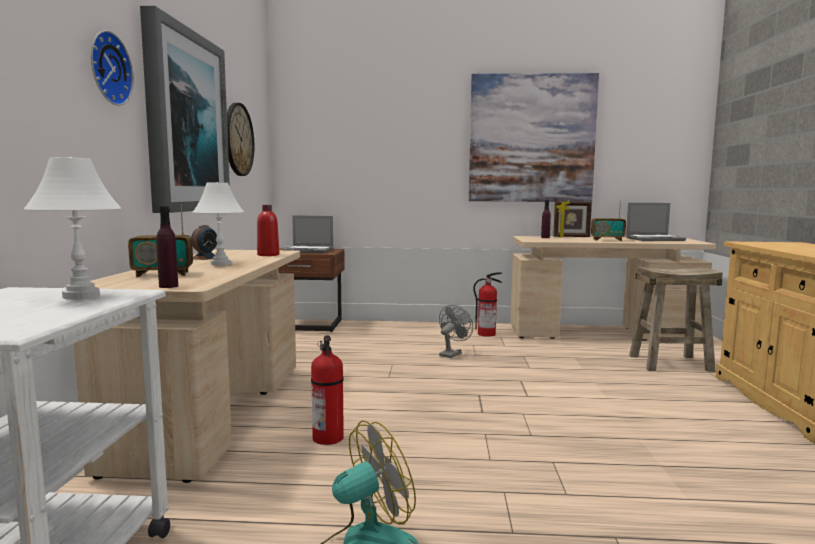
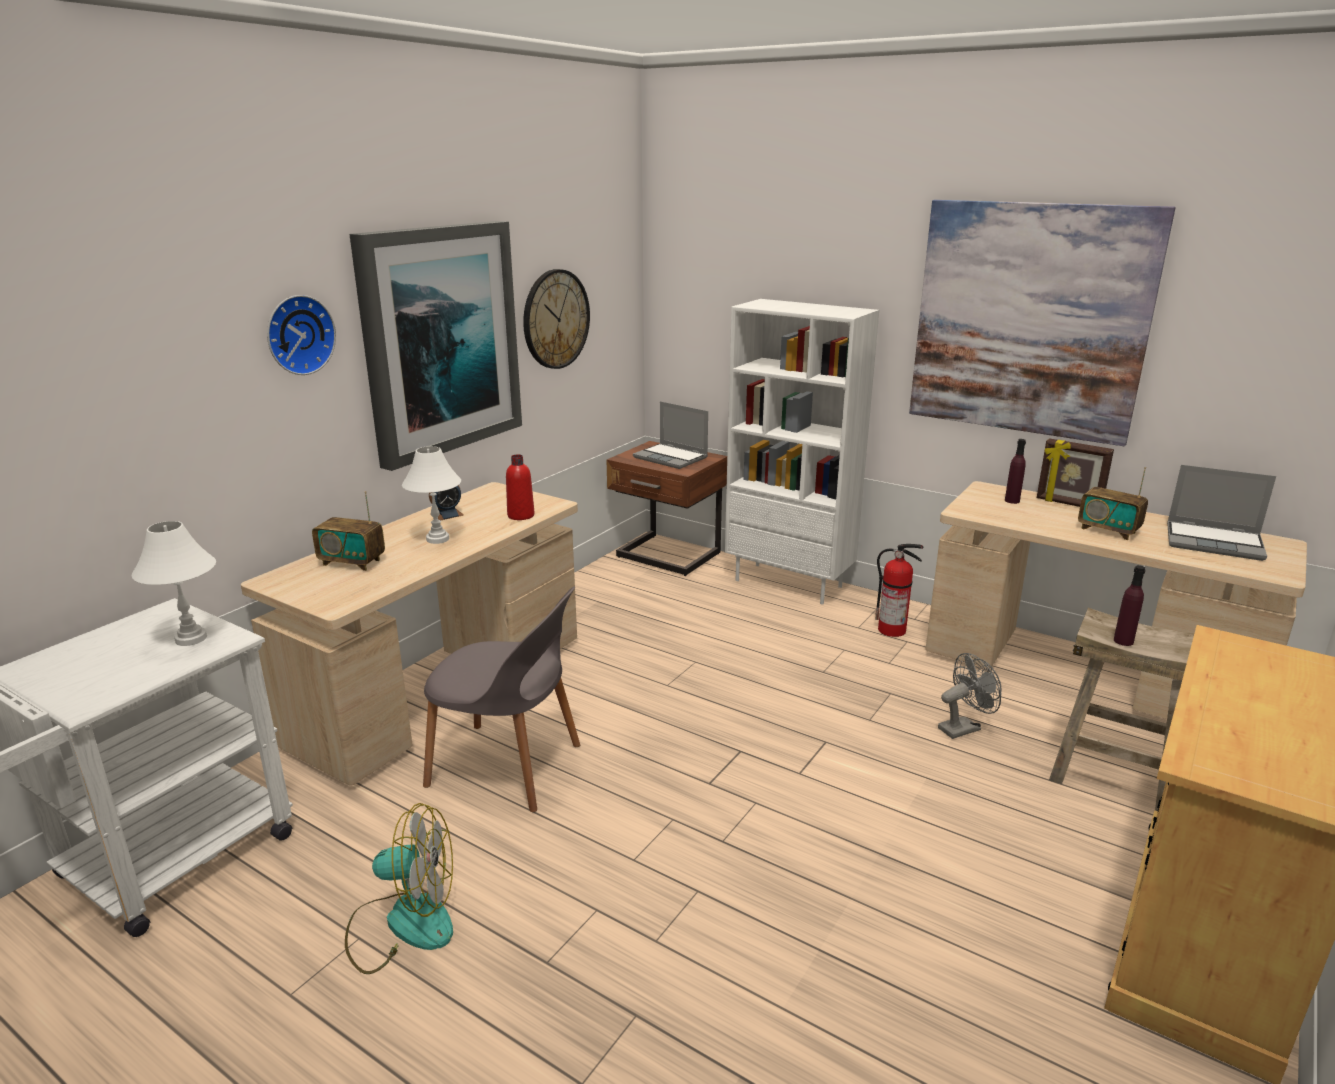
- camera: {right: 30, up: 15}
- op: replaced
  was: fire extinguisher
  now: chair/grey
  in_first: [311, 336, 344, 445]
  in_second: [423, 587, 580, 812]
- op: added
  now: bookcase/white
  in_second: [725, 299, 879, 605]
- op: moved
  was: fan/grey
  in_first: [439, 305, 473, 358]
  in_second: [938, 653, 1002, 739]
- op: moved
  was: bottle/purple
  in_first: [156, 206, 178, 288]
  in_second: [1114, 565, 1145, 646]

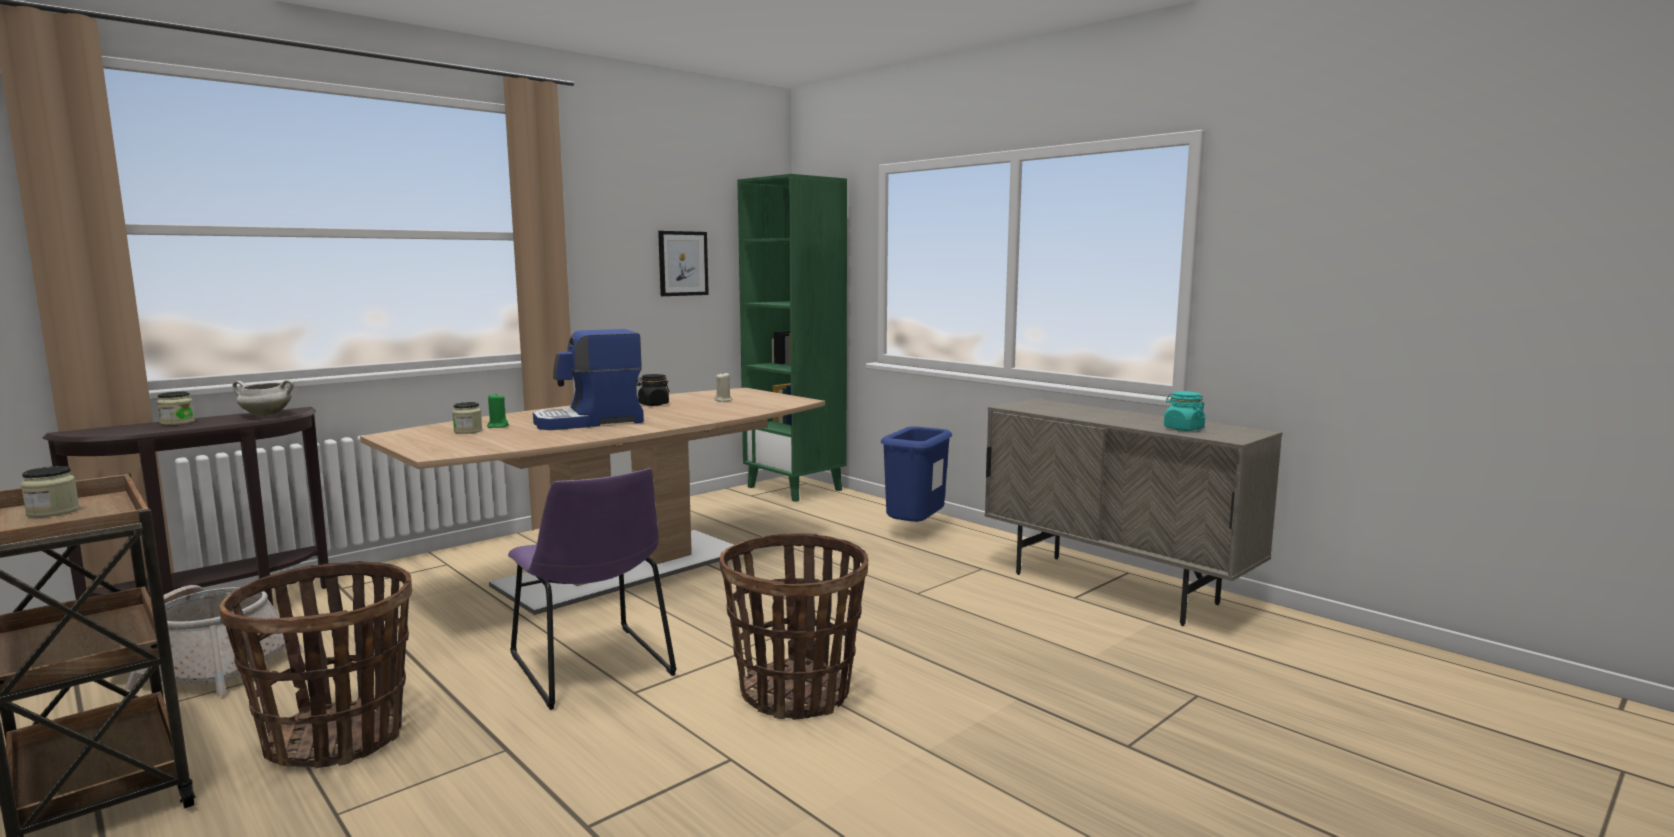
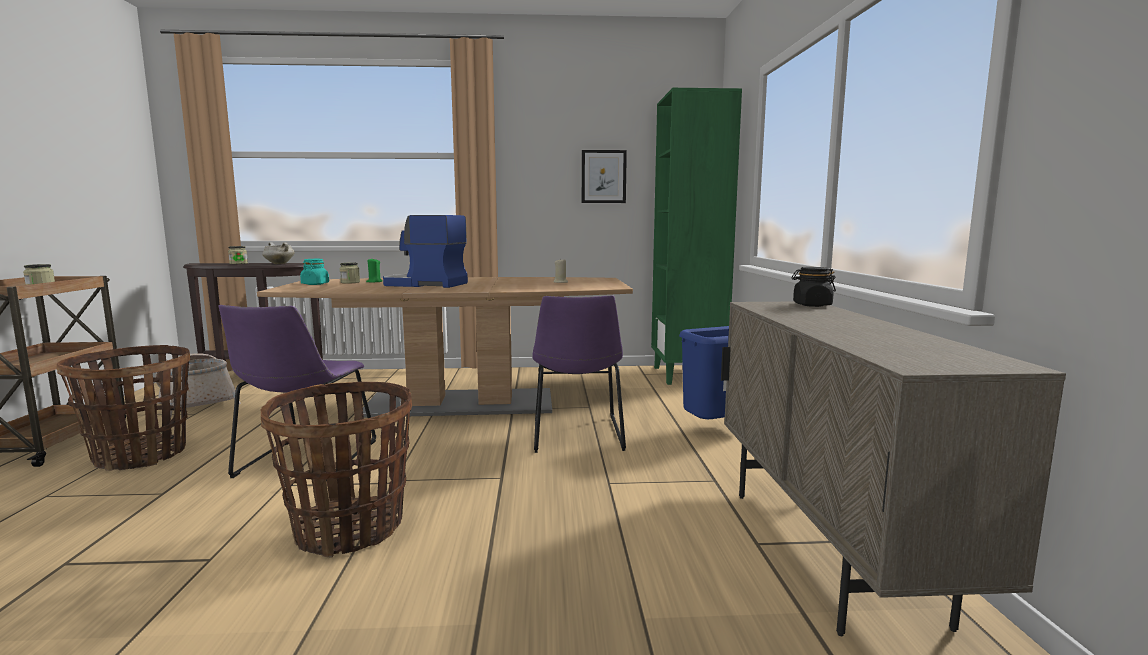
- camera: {right: 40, up: 0}
- op: moved
  was: jar/turquoise
  in_first: [1164, 391, 1205, 431]
  in_second: [300, 259, 329, 285]
- op: added
  now: chair/purple
  in_second: [533, 295, 626, 453]
- op: moved
  was: jar/black
  in_first: [637, 374, 670, 406]
  in_second: [791, 267, 836, 307]

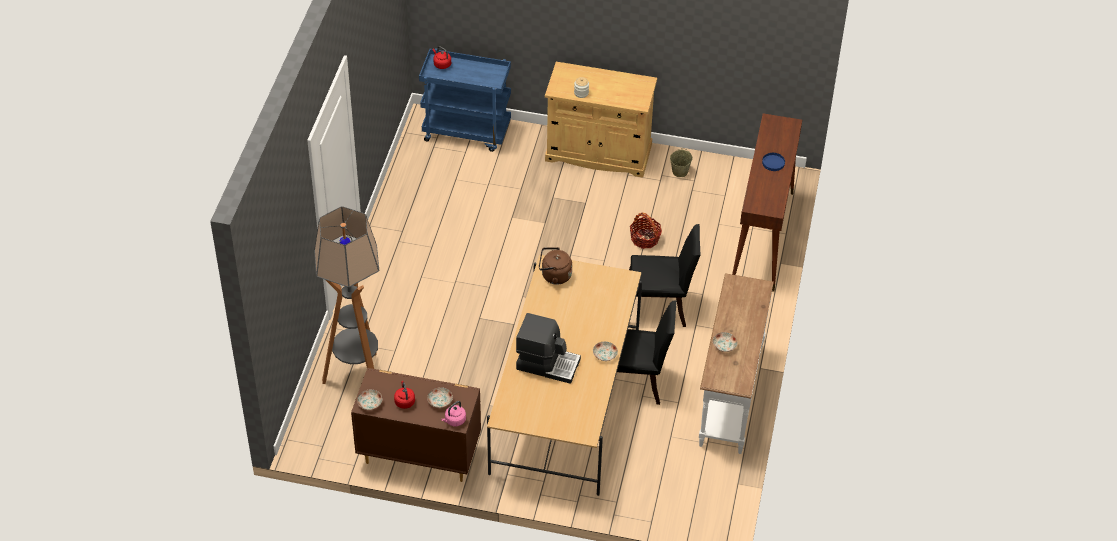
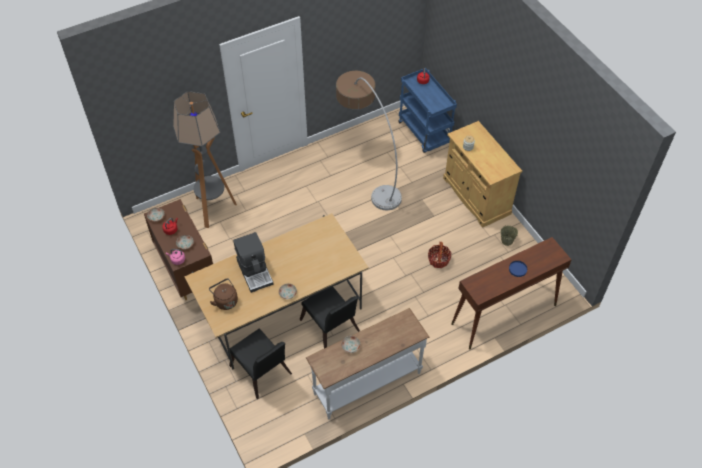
- camera: {right: 50, up: 5}
- op: moved
  was: kettle/brown
  in_first: [539, 247, 572, 285]
  in_second: [209, 278, 238, 310]
- op: moved
  was: chair/black
  in_first: [629, 224, 701, 327]
  in_second: [229, 328, 292, 399]
- op: added
  now: floor lamp
  in_second: [336, 71, 402, 210]

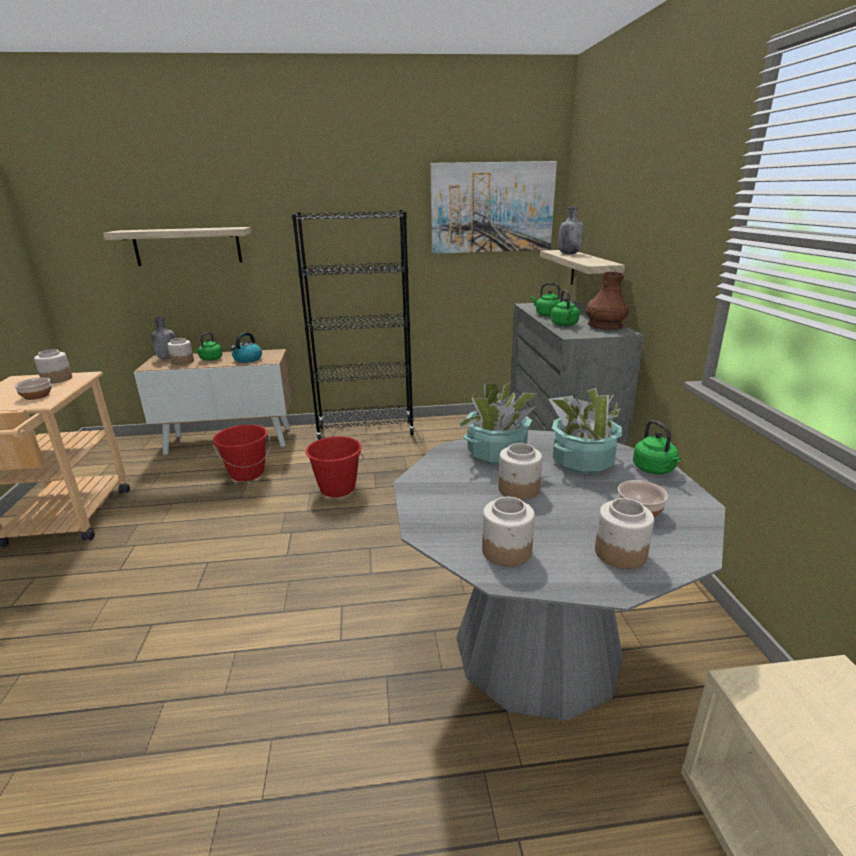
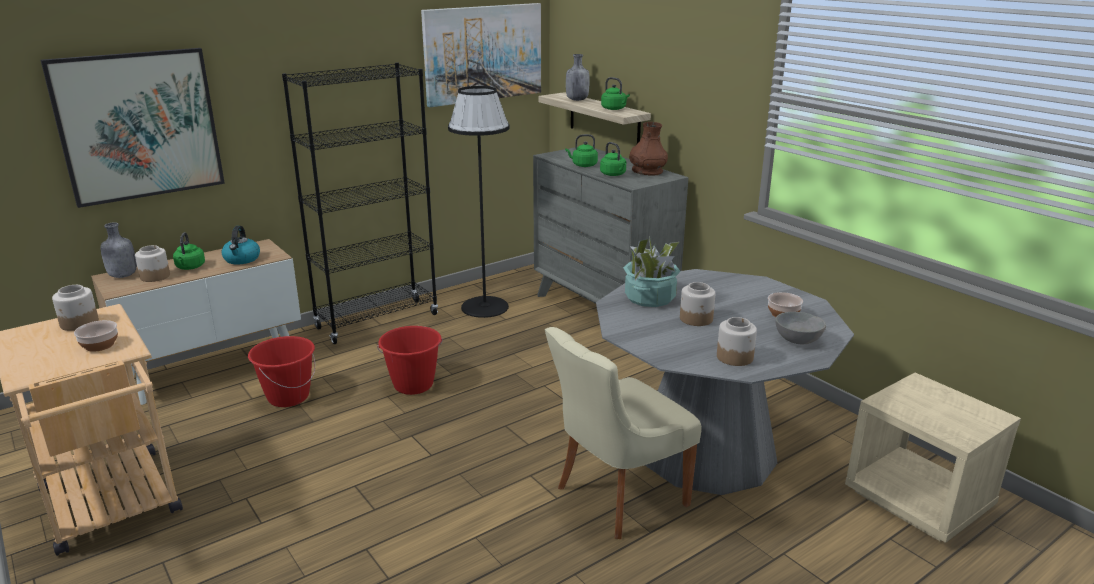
- camera: {right: -30, up: 0}
- op: replaced
  was: shelf
  now: picture
  in_first: [103, 227, 251, 266]
  in_second: [41, 48, 225, 208]
- op: added
  now: floor lamp/black
  in_second: [448, 86, 509, 318]
- op: added
  now: chair/beige
  in_second: [545, 327, 702, 539]
- op: moved
  was: kettle/green
  in_first: [633, 420, 681, 474]
  in_second: [601, 77, 630, 110]
- op: replaced
  was: jar
  now: bowl/grey
  in_first: [595, 498, 654, 569]
  in_second: [775, 312, 826, 344]
- op: removed
  was: potted plant
  in_first: [549, 388, 622, 474]

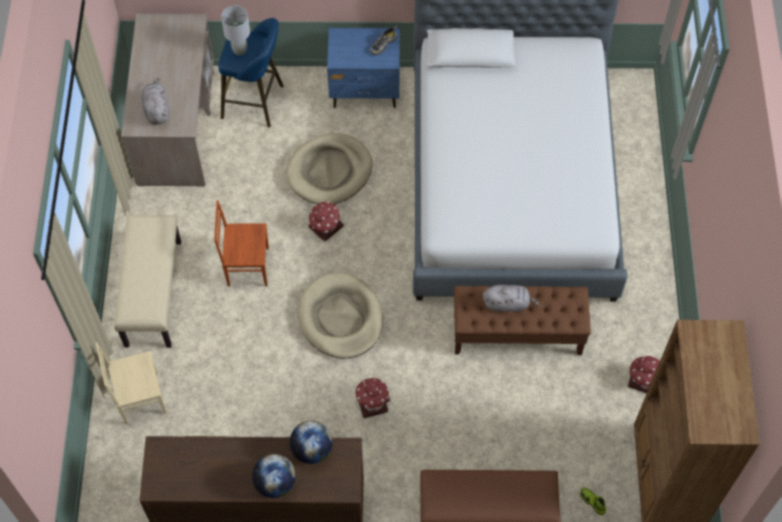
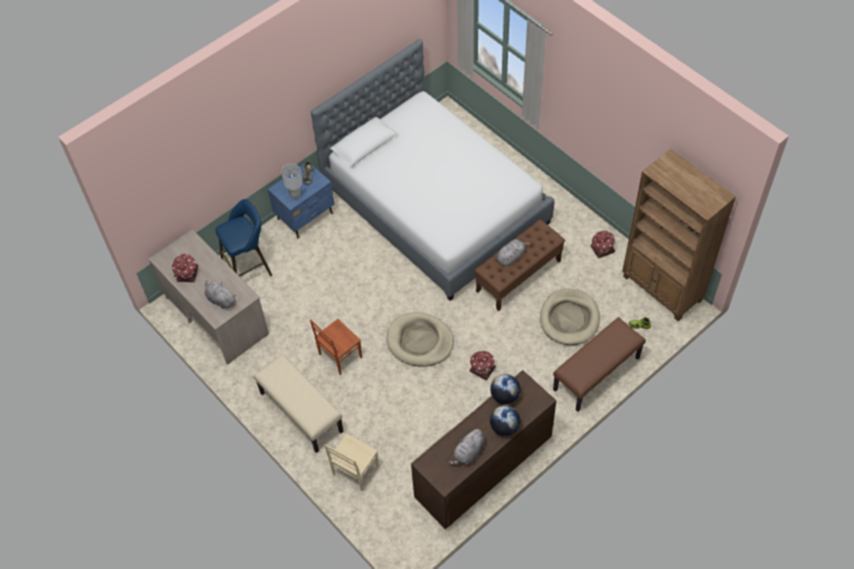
- camera: {right: -40, up: -5}
- op: moved
  was: toy house
  in_first: [309, 201, 344, 242]
  in_second: [172, 254, 198, 282]
- op: moved
  was: table lamp/grey
  in_first: [221, 6, 250, 55]
  in_second: [281, 164, 303, 199]
- op: added
  now: plush toy/grey
  in_second: [448, 428, 484, 465]
- op: moved
  was: dog bed/beige
  in_first: [286, 133, 372, 204]
  in_second: [540, 289, 600, 345]

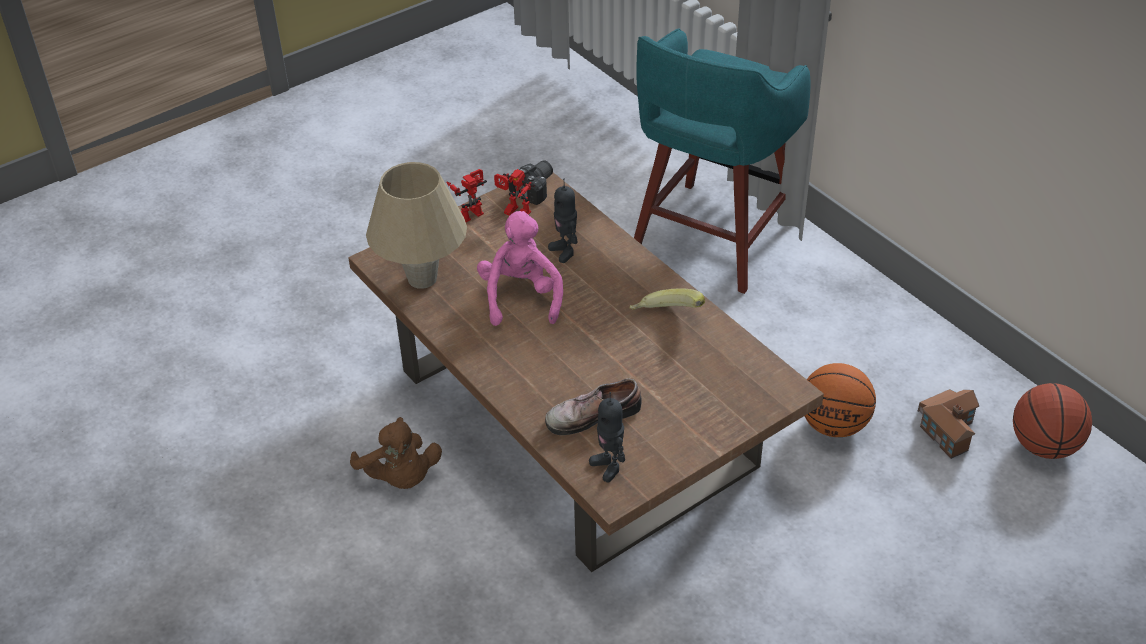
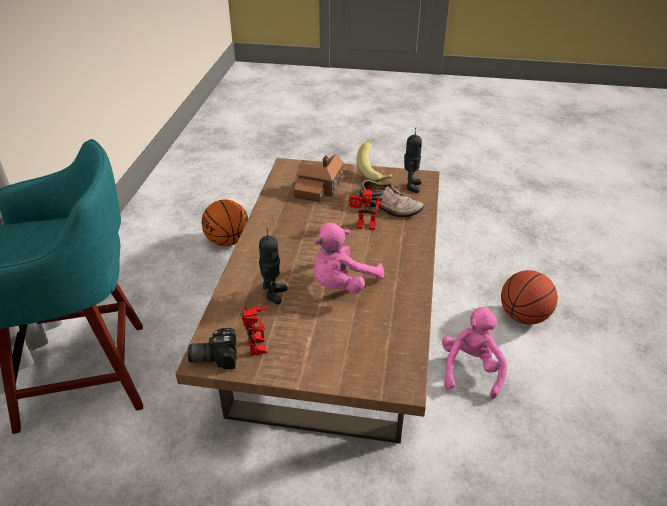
- camera: {right: -135, up: -5}
- op: moved
  was: toy house
  in_first: [918, 389, 979, 459]
  in_second: [294, 154, 344, 202]
- op: moved
  was: toy robot
  in_first: [446, 169, 487, 222]
  in_second: [349, 189, 382, 230]
- op: moved
  was: banana
  in_first: [630, 288, 705, 310]
  in_second: [357, 141, 392, 182]
- op: recoloured
  was: plush toy/brown
  now: plush toy/pink
  in_first: [350, 417, 442, 489]
  in_second: [442, 307, 507, 399]
- op: moved
  was: basketball
  in_first: [1013, 383, 1092, 459]
  in_second: [501, 270, 558, 325]
- op: removed
  was: table lamp/beige
  in_first: [366, 162, 467, 289]

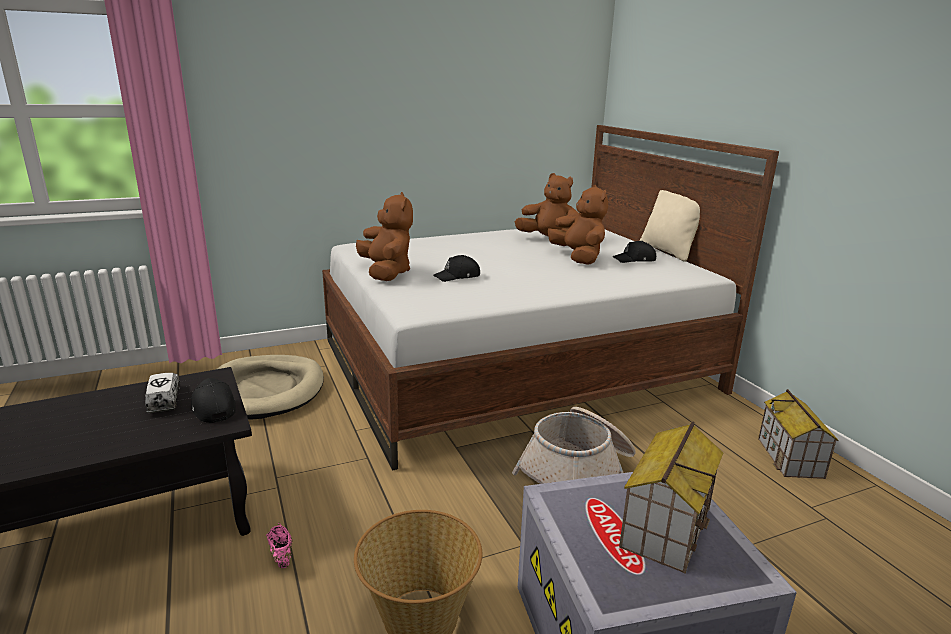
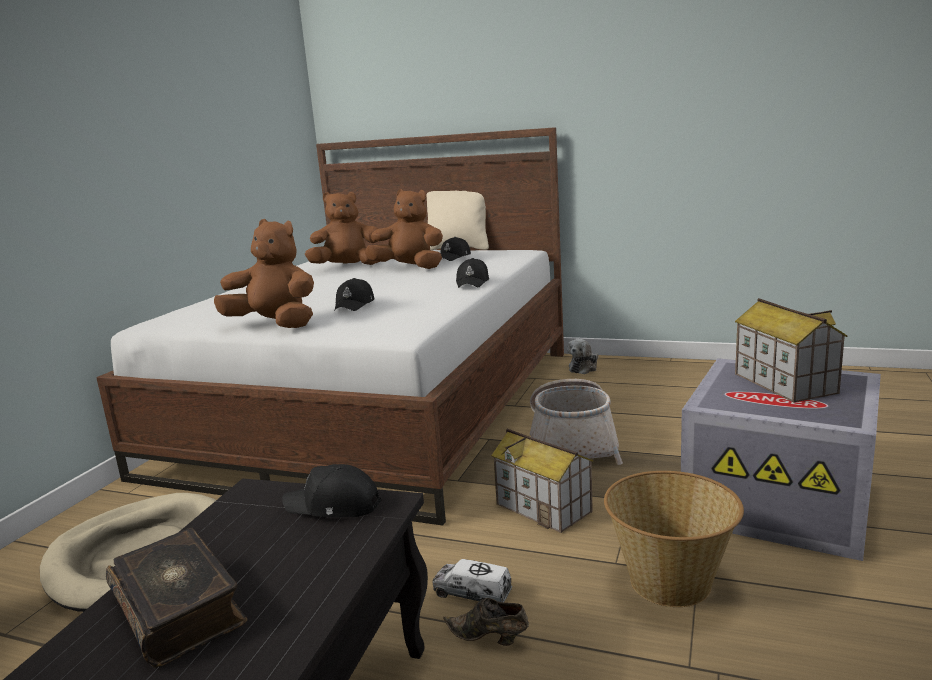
- camera: {right: -45, up: -5}
- op: added
  now: book
  in_second: [106, 528, 247, 668]
- op: moved
  was: toy truck
  in_first: [145, 373, 180, 413]
  in_second: [432, 559, 512, 602]
- op: recoloured
  was: shoe/pink
  now: shoe/brown
  in_first: [266, 522, 292, 568]
  in_second: [443, 598, 529, 646]
- op: added
  now: cap/black
  in_second: [456, 258, 489, 288]
- op: moved
  was: toy house
  in_first: [758, 389, 839, 479]
  in_second: [491, 429, 593, 533]
- op: added
  now: plush toy
  in_second: [567, 339, 599, 374]

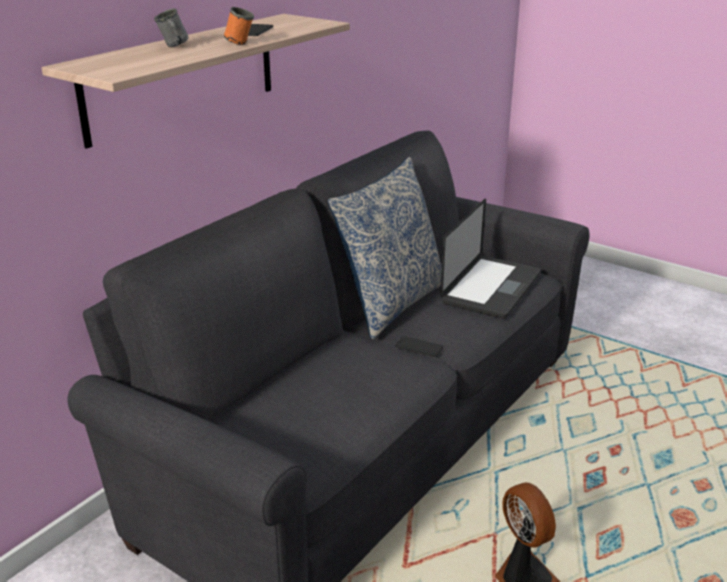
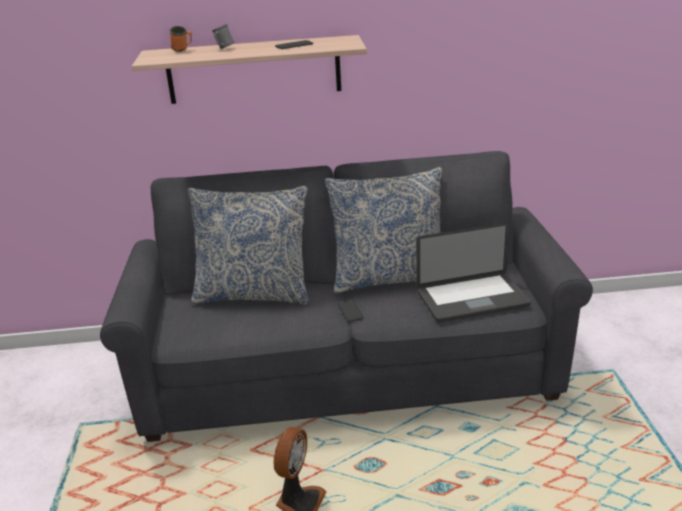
- camera: {right: 50, up: 0}
- op: moved
  was: mug/orange
  in_first: [224, 7, 254, 45]
  in_second: [170, 26, 192, 51]
- op: added
  now: pillow
  in_second: [188, 186, 310, 305]

